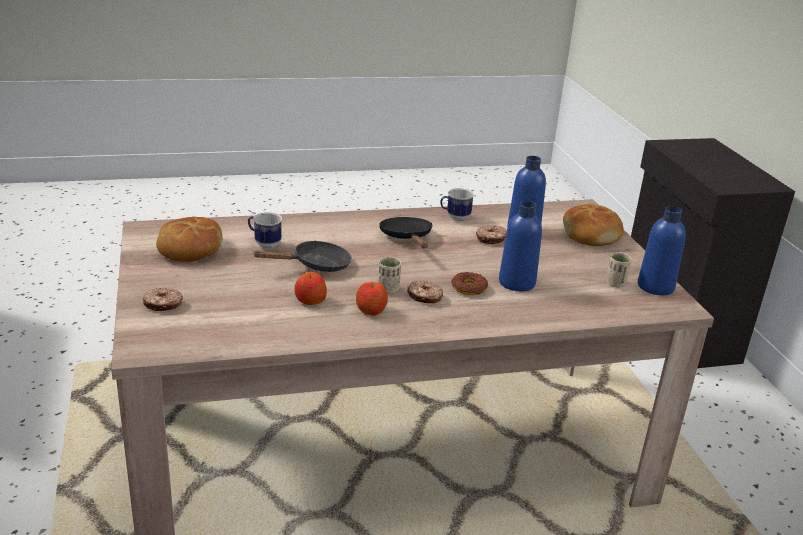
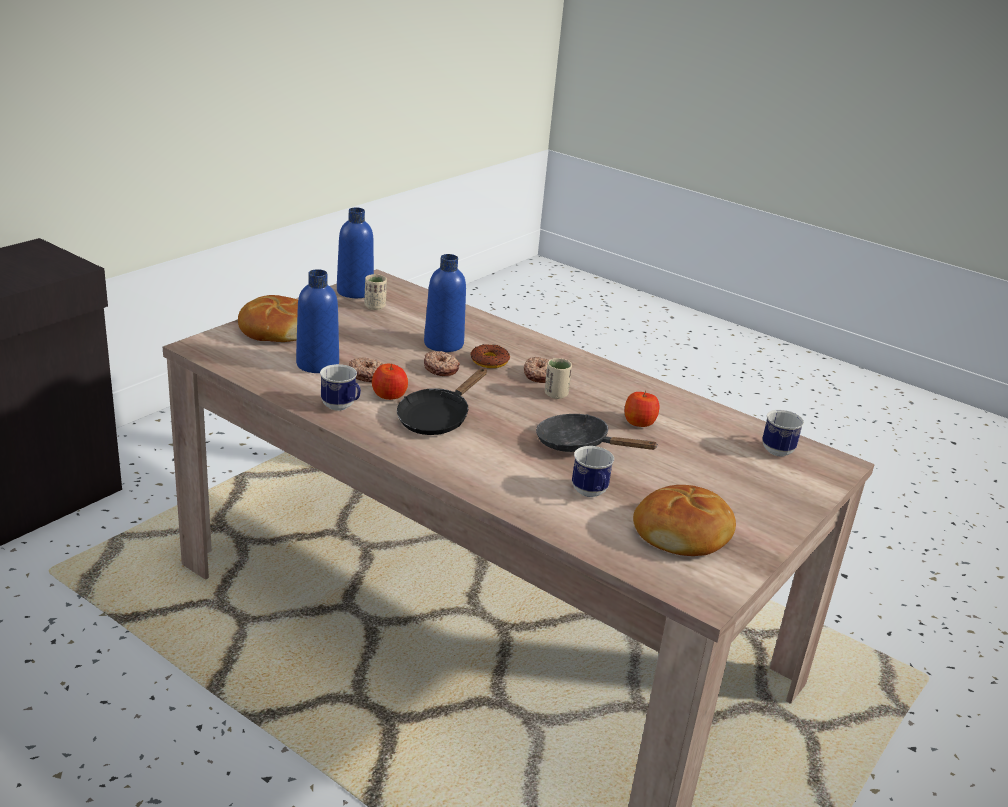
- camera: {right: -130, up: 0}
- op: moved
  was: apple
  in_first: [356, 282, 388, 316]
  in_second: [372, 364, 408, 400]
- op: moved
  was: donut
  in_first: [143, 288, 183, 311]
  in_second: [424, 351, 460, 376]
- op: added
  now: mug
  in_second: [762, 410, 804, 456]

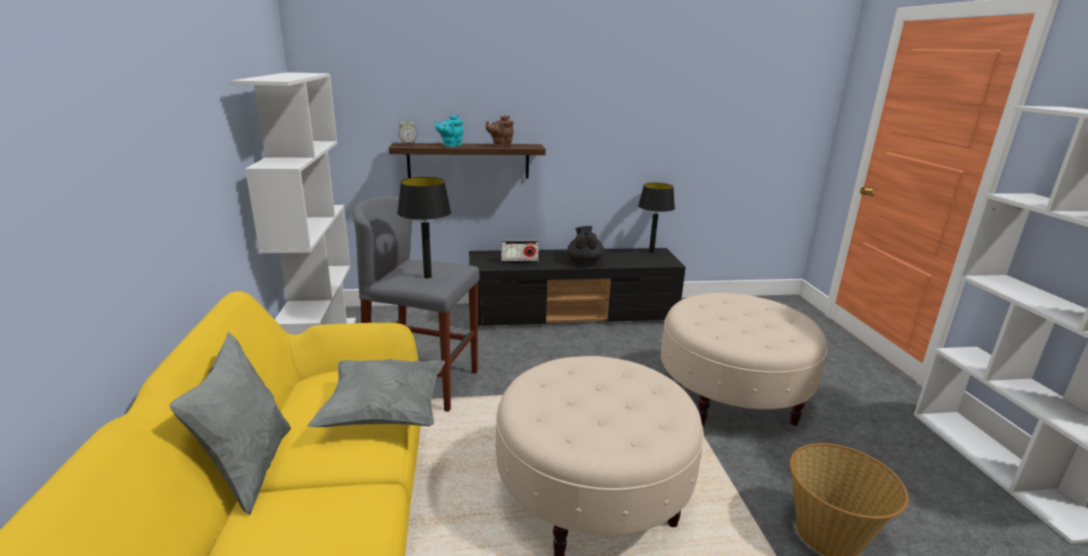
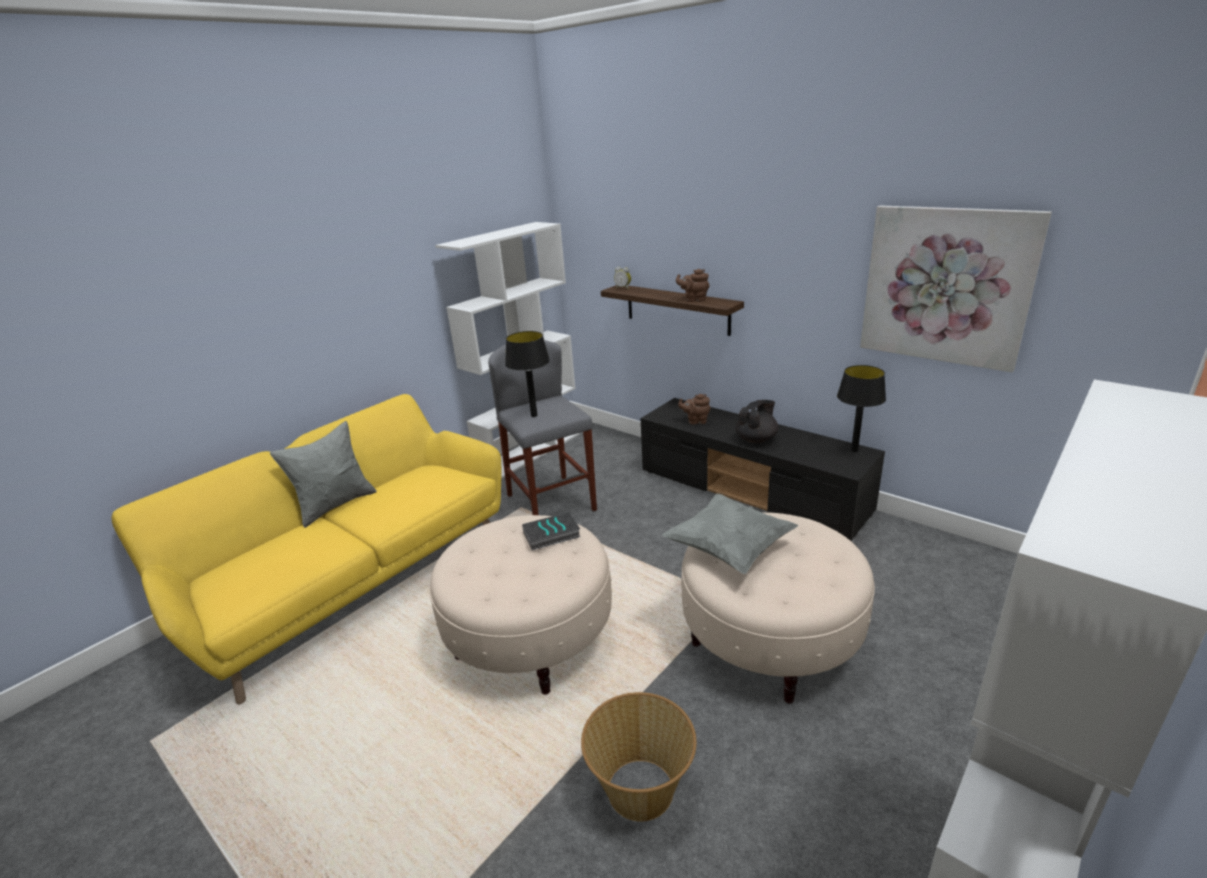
- camera: {right: 50, up: 5}
- op: added
  now: book
  in_second: [522, 512, 580, 550]
- op: moved
  was: pillow/grey
  in_first: [307, 359, 445, 427]
  in_second: [662, 494, 798, 574]
- op: replaced
  was: radio
  now: teapot/brown
  in_first: [501, 241, 539, 263]
  in_second: [678, 394, 711, 424]
- op: added
  now: picture
  in_second: [860, 205, 1052, 372]
- op: removed
  was: teapot/turquoise
  in_first: [435, 115, 463, 147]

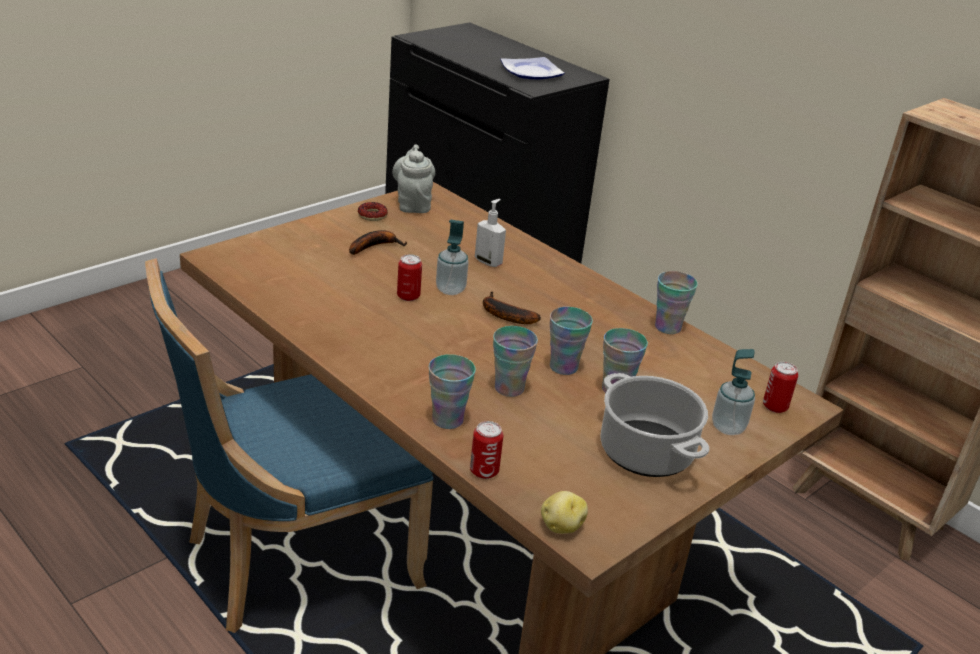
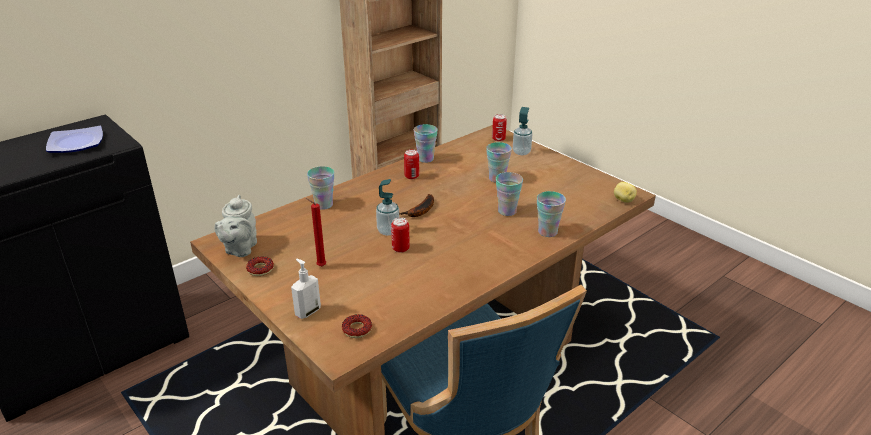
- camera: {right: -85, up: 0}
- op: turned
  was: teapot/grey
  in_first: [392, 144, 435, 213]
  in_second: [214, 195, 257, 257]
  clockwise: -75
- op: moved
  was: soap dispenser
  in_first: [475, 199, 506, 267]
  in_second: [291, 259, 321, 319]
- op: replaced
  was: banana
  now: candle/red
  in_first: [349, 230, 407, 255]
  in_second: [306, 198, 326, 266]
- op: moved
  was: cup
  in_first: [550, 307, 593, 375]
  in_second: [307, 166, 334, 210]
- op: added
  now: donut
  in_second: [342, 314, 372, 338]
- op: moved
  was: can
  in_first: [470, 421, 503, 479]
  in_second: [404, 149, 419, 179]
- op: removed
  was: cooking pot
  in_first: [601, 373, 709, 477]

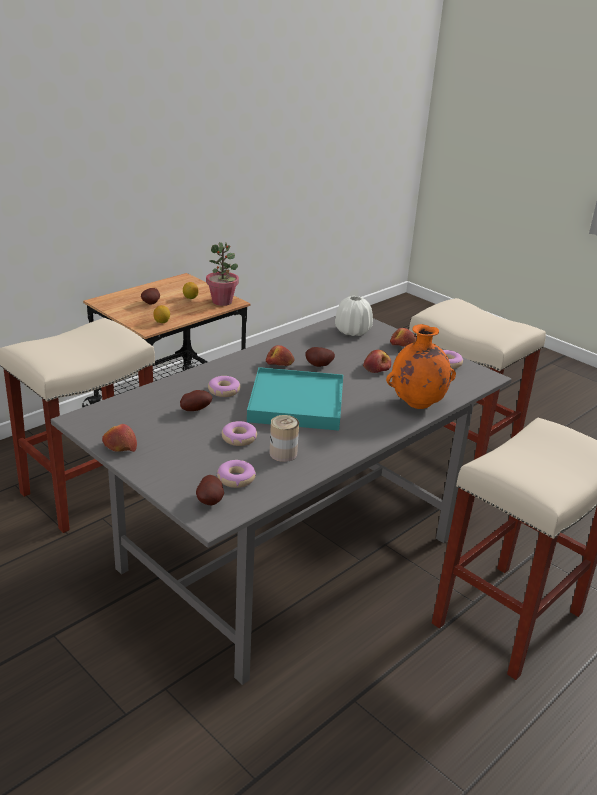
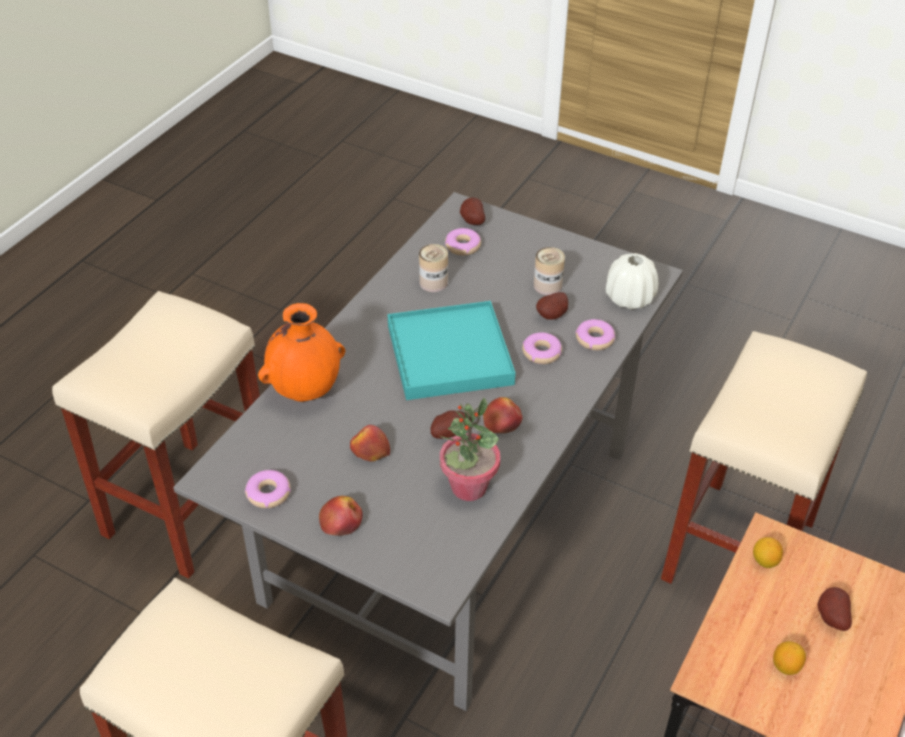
- camera: {right: 165, up: 15}
- op: moved
  was: potted plant
  in_first: [206, 242, 239, 306]
  in_second: [440, 398, 500, 501]
- op: added
  now: can
  in_second: [534, 247, 565, 295]
- op: moved
  was: donut
  in_first: [222, 421, 257, 446]
  in_second: [575, 319, 615, 350]
- op: moved
  was: vase/white
  in_first: [335, 296, 373, 336]
  in_second: [606, 253, 658, 309]
- op: removed
  was: apple
  in_first: [102, 424, 137, 452]

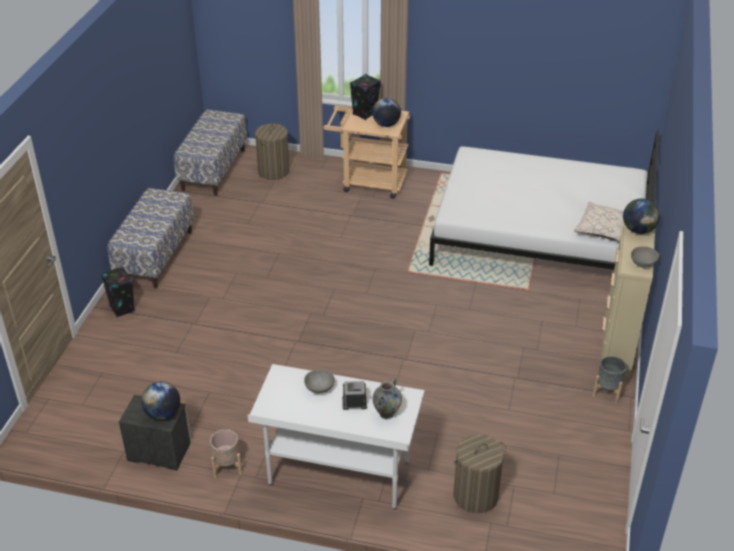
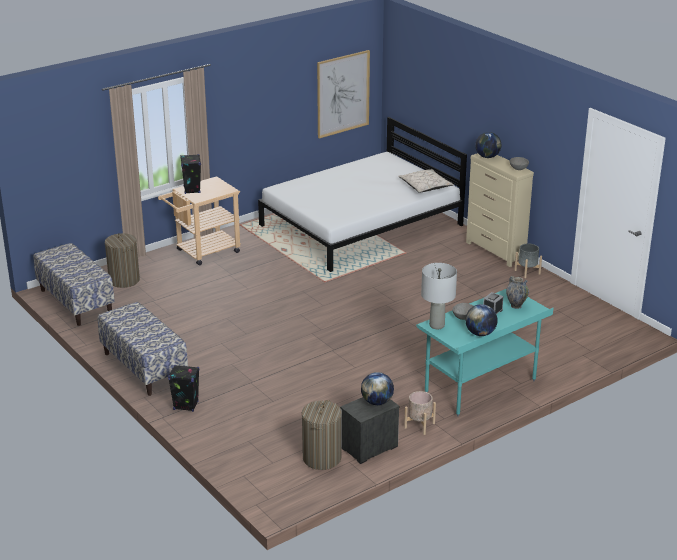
- camera: {right: -50, up: -10}
- op: moved
  was: laundry basket
  in_first: [453, 434, 506, 513]
  in_second: [302, 400, 342, 470]
- op: added
  now: picture
  in_second: [317, 50, 370, 139]
- op: recoloured
  was: desk/white
  now: desk/turquoise
  in_first: [248, 364, 425, 510]
  in_second: [416, 289, 553, 416]
- op: added
  now: table lamp/grey
  in_second: [421, 263, 457, 329]
- op: moved
  was: globe
  in_first: [372, 98, 401, 127]
  in_second: [465, 304, 498, 336]

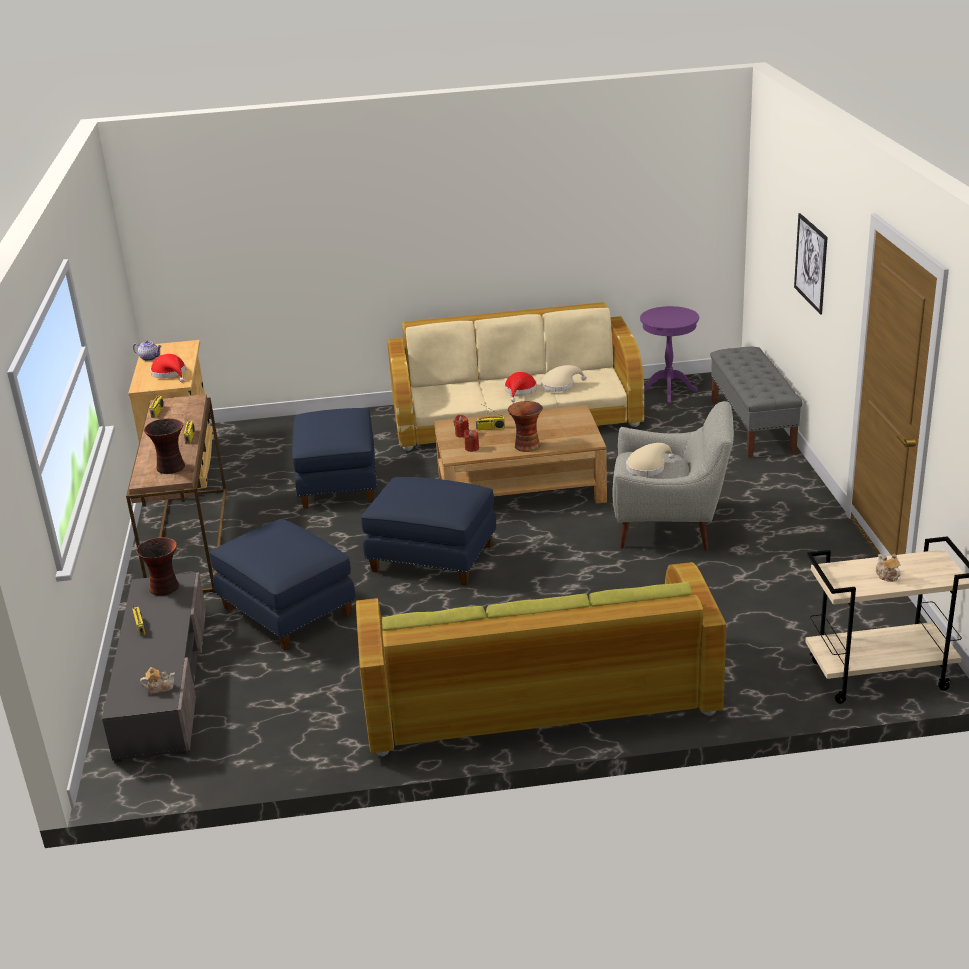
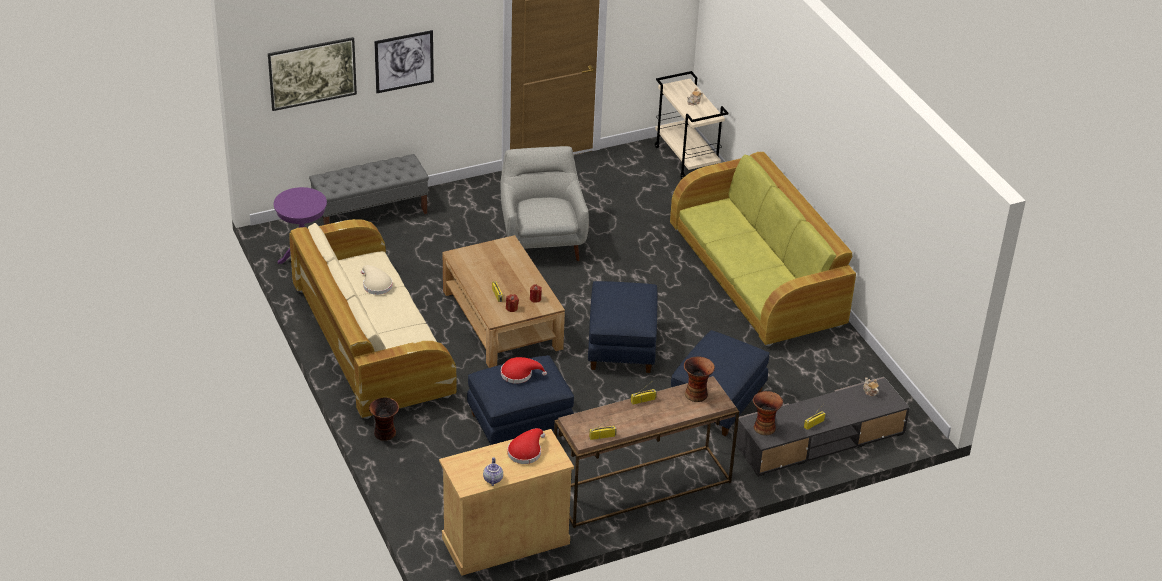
- camera: {right: -110, up: 10}
- op: added
  now: picture
  in_second: [268, 37, 357, 111]
- op: moved
  was: vase
  in_first: [508, 401, 543, 452]
  in_second: [369, 397, 399, 441]
- op: moved
  was: hat/red
  in_first: [505, 372, 537, 402]
  in_second: [501, 357, 547, 384]
- op: removed
  was: hat/beige
  in_first: [626, 443, 674, 476]

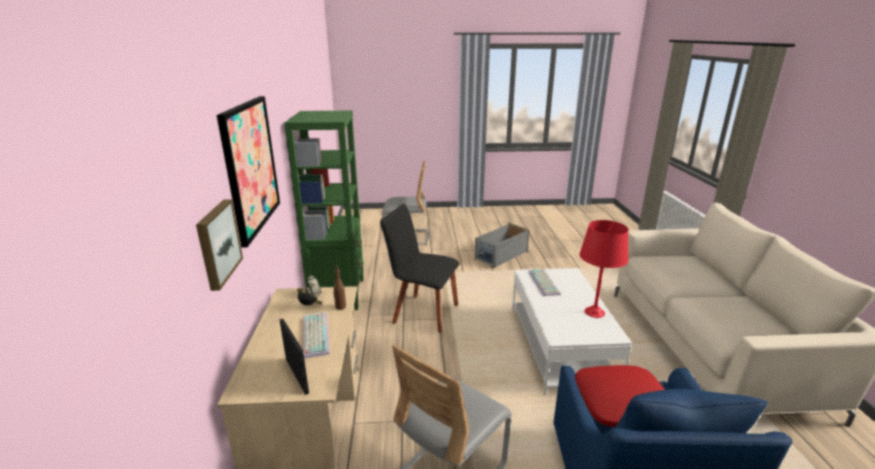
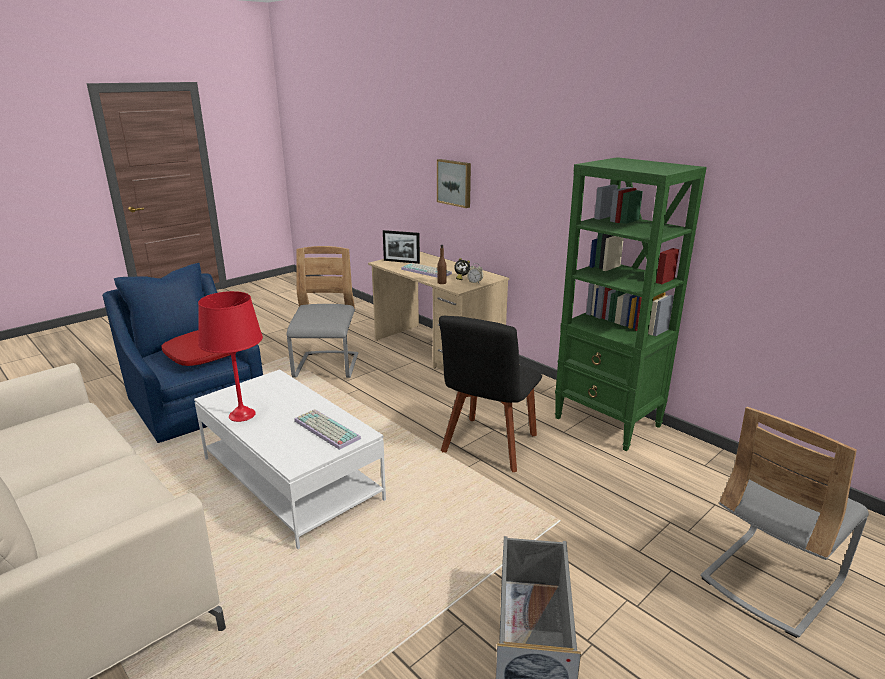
- camera: {right: 140, up: 0}
- op: turned
  was: chair/black
  in_first: [380, 204, 460, 333]
  in_second: [439, 316, 542, 472]
  clockwise: 135
- op: removed
  was: picture
  in_first: [217, 96, 280, 248]

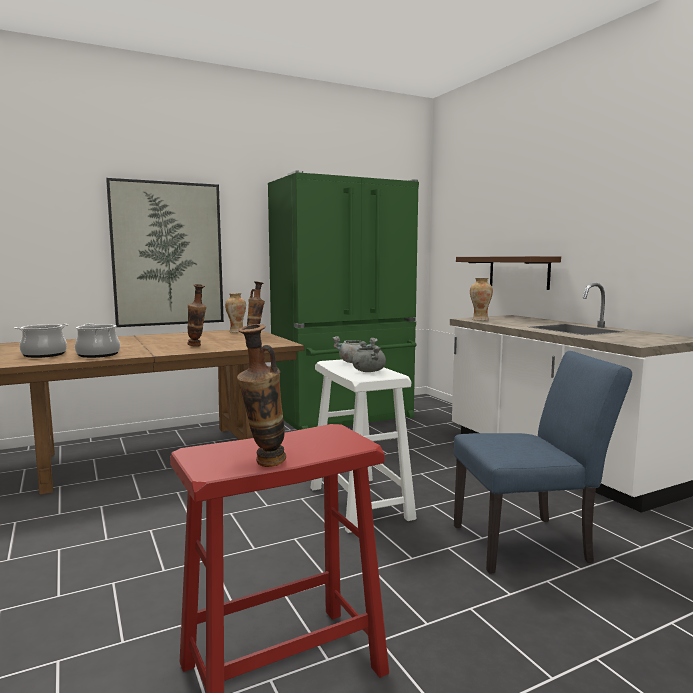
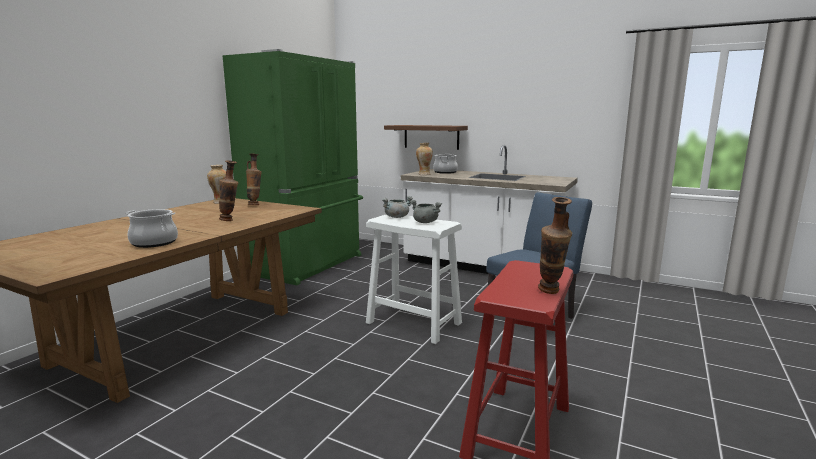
- camera: {right: -35, up: 5}
- op: moved
  was: cooking pot
  in_first: [14, 324, 68, 358]
  in_second: [433, 154, 458, 174]
- op: removed
  was: picture
  in_first: [106, 178, 224, 327]

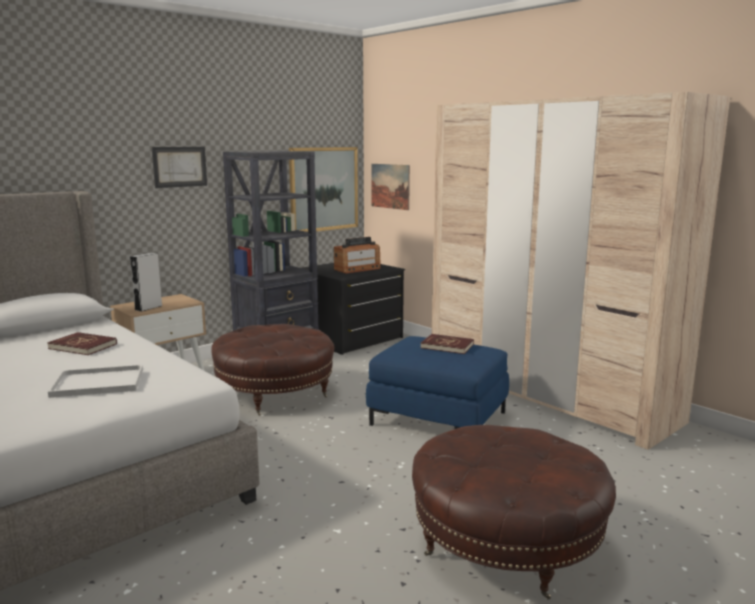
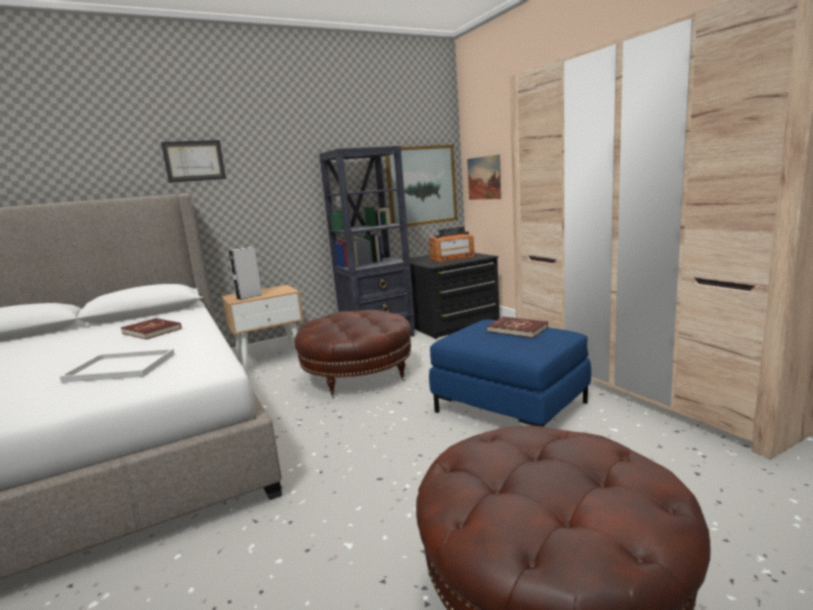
- camera: {right: 15, up: 0}
- op: moved
  was: picture
  in_first: [152, 147, 207, 188]
  in_second: [161, 140, 226, 183]

